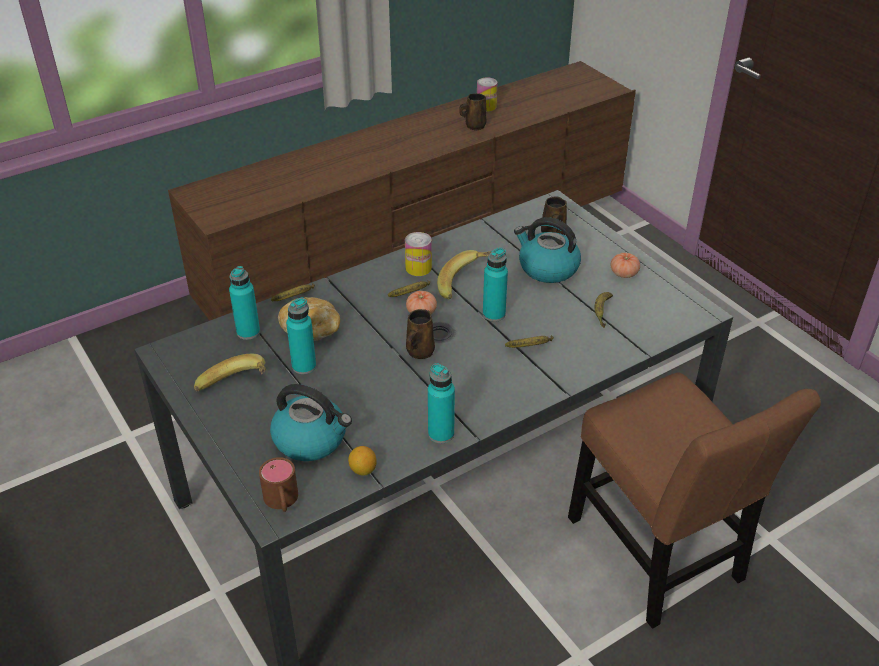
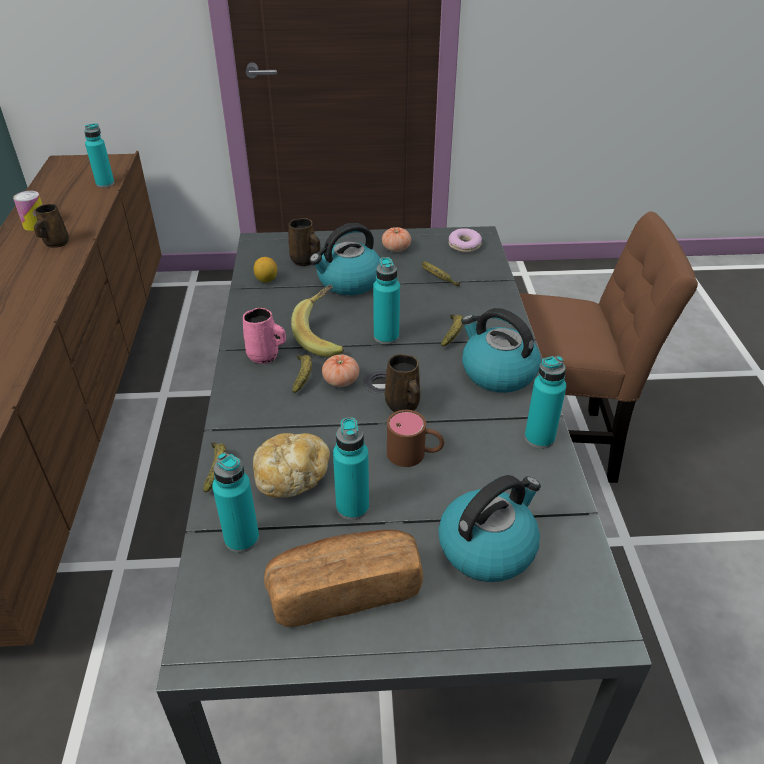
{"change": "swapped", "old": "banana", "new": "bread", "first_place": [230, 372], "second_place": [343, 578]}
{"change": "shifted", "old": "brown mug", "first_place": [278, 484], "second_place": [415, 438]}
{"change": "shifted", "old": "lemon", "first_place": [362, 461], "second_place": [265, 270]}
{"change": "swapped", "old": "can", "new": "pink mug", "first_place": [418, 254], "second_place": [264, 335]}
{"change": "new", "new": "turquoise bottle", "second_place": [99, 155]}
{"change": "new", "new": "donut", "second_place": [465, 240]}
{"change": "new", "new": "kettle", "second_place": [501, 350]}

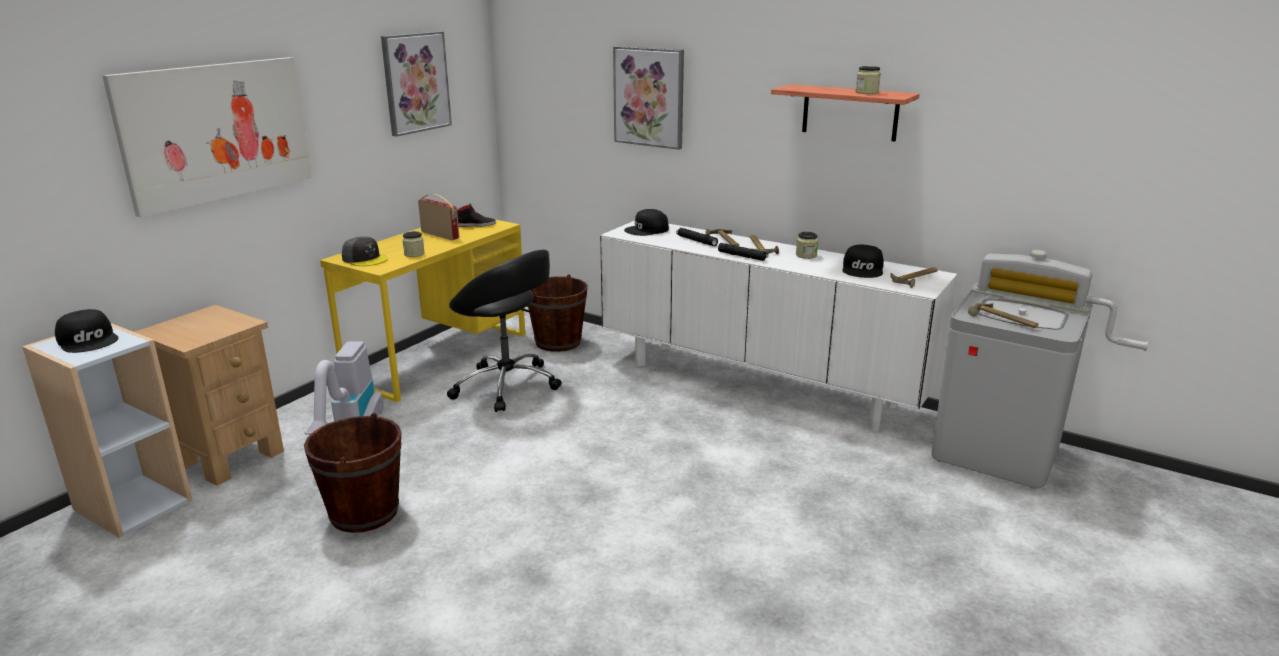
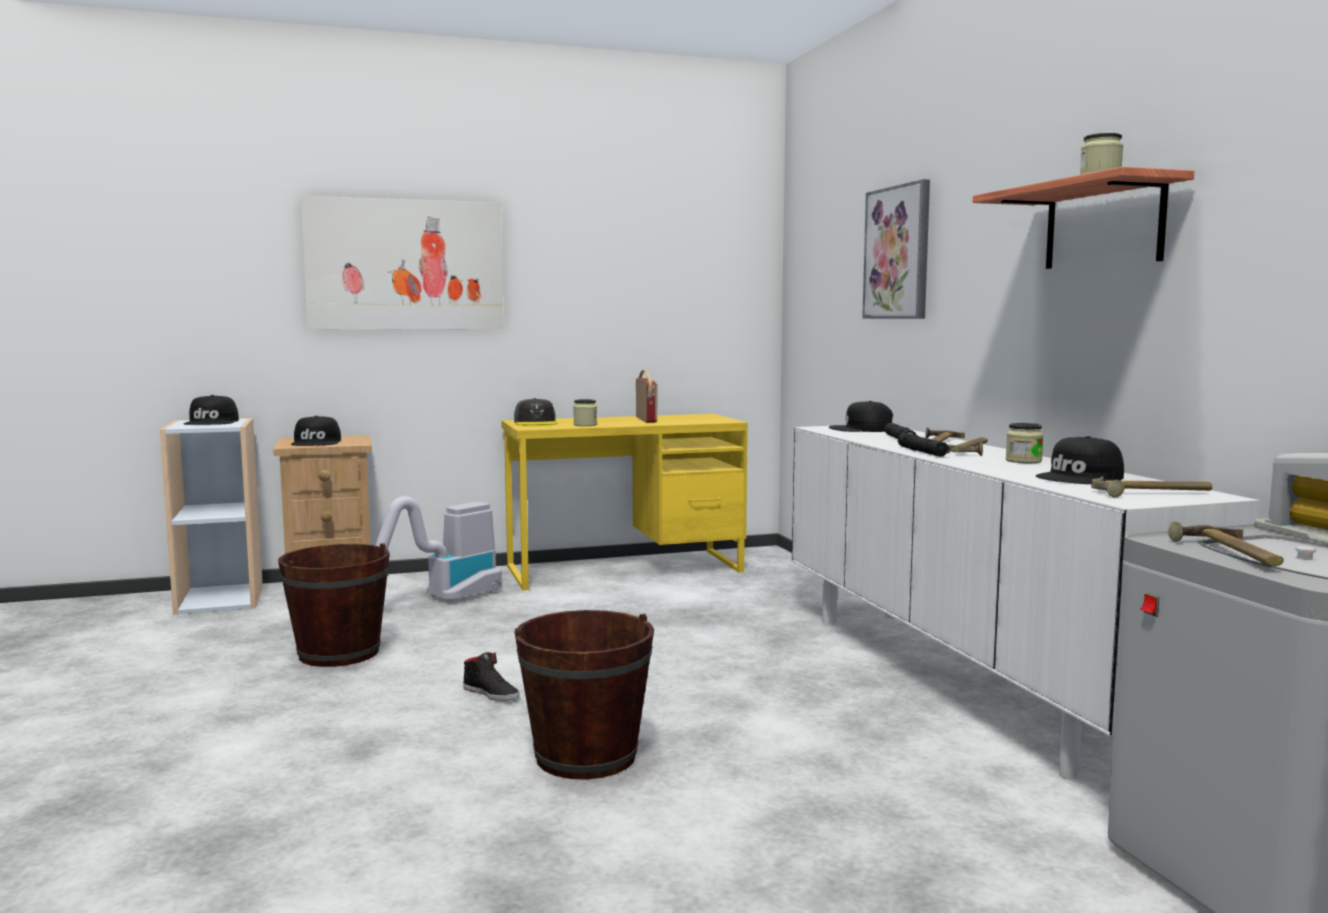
{"change": "gone", "old": "picture", "first_place": [416, 84]}
{"change": "gone", "old": "black office chair", "first_place": [504, 331]}
{"change": "shifted", "old": "black shoe", "first_place": [476, 215], "second_place": [491, 676]}
{"change": "shifted", "old": "brown bucket", "first_place": [558, 313], "second_place": [584, 695]}
{"change": "new", "new": "black cap", "second_place": [316, 431]}

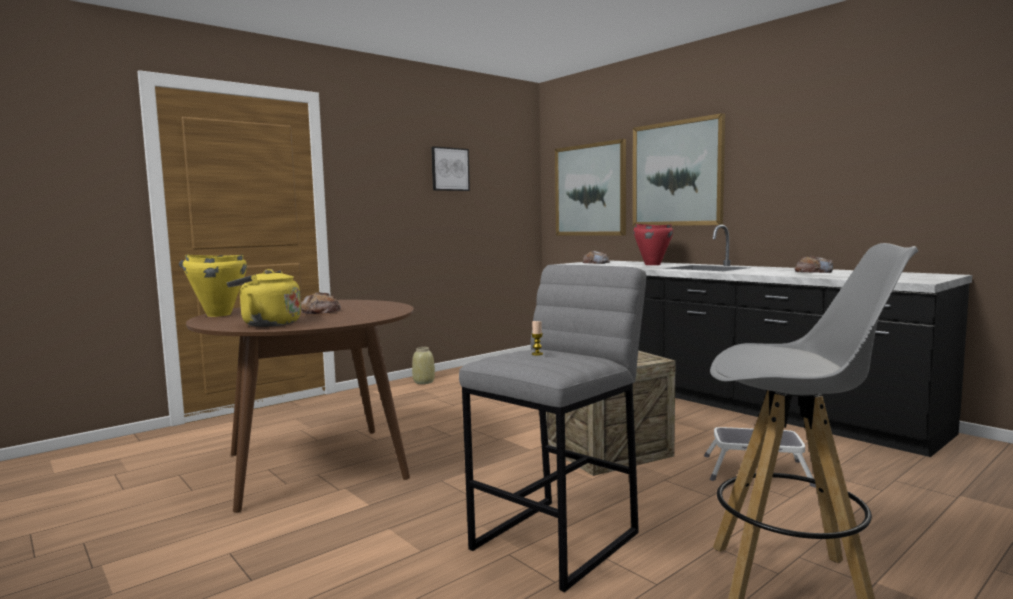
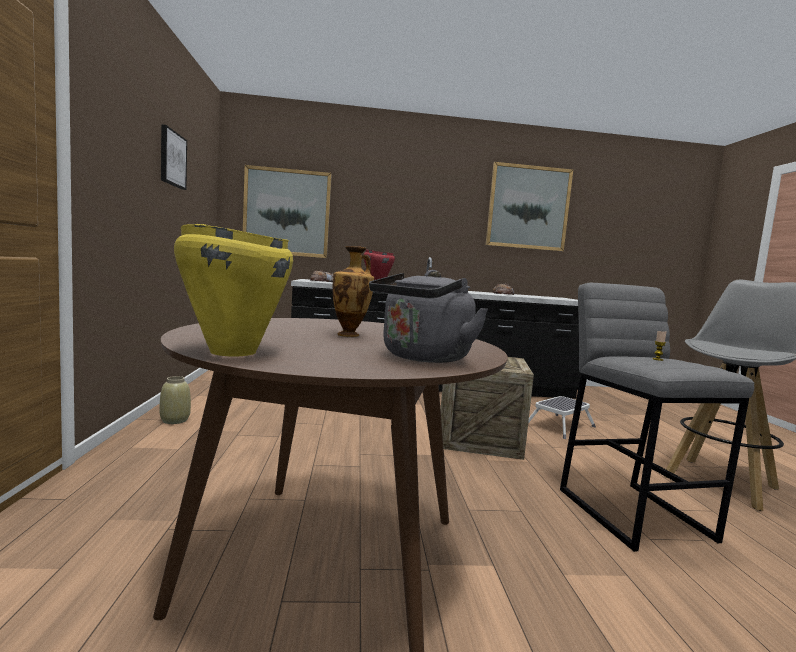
{"change": "repainted", "old": "yellow kettle", "new": "grey kettle", "first_place": [264, 298], "second_place": [428, 316]}
{"change": "swapped", "old": "bread", "new": "vase", "first_place": [321, 303], "second_place": [353, 291]}
{"change": "shifted", "old": "picture", "first_place": [679, 169], "second_place": [529, 206]}

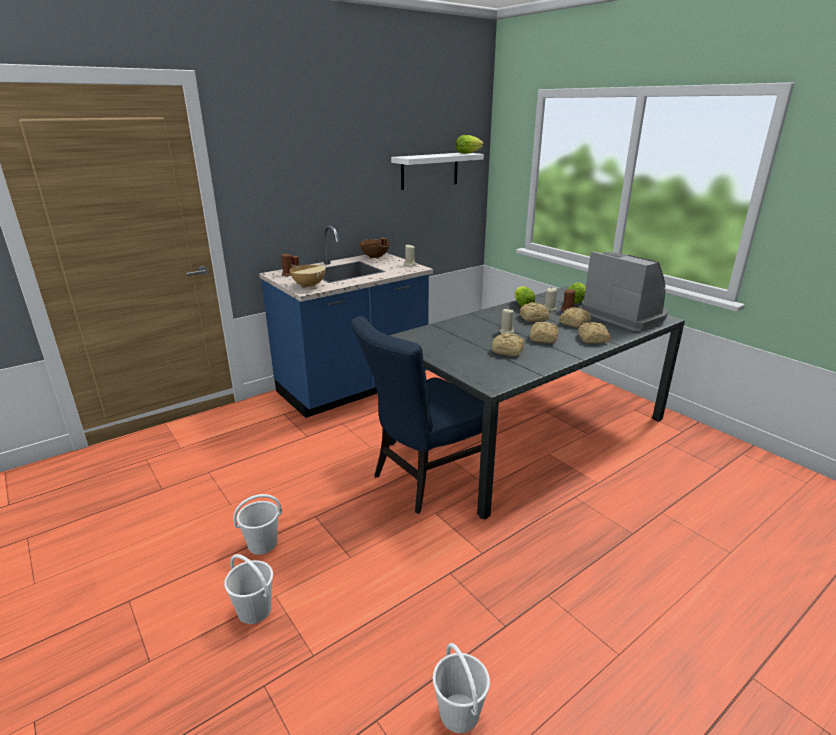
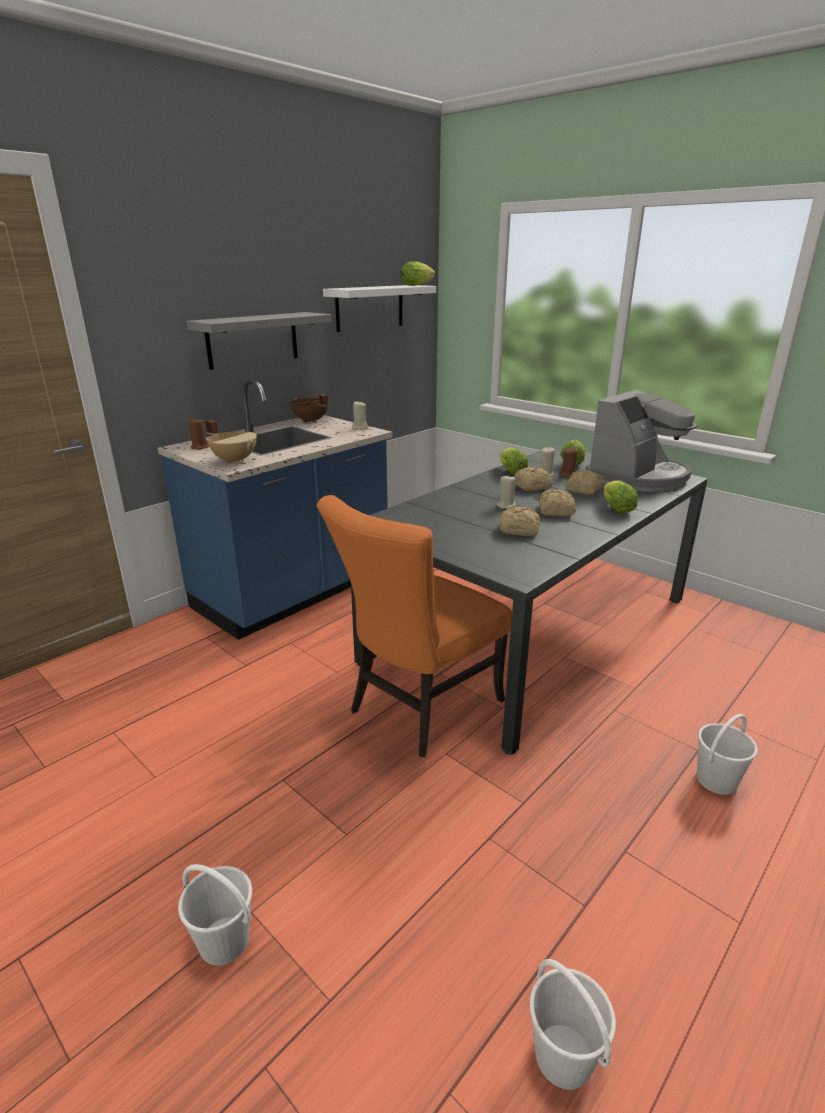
{"change": "shifted", "old": "white bucket", "first_place": [257, 524], "second_place": [727, 754]}
{"change": "repainted", "old": "blue chair", "new": "orange chair", "first_place": [417, 415], "second_place": [414, 626]}
{"change": "swapped", "old": "bread", "new": "lettuce", "first_place": [594, 333], "second_place": [621, 496]}
{"change": "rotated", "old": "coffee machine", "first_place": [625, 291], "second_place": [641, 441], "degrees": 90}
{"change": "new", "new": "grey shelf", "second_place": [259, 341]}

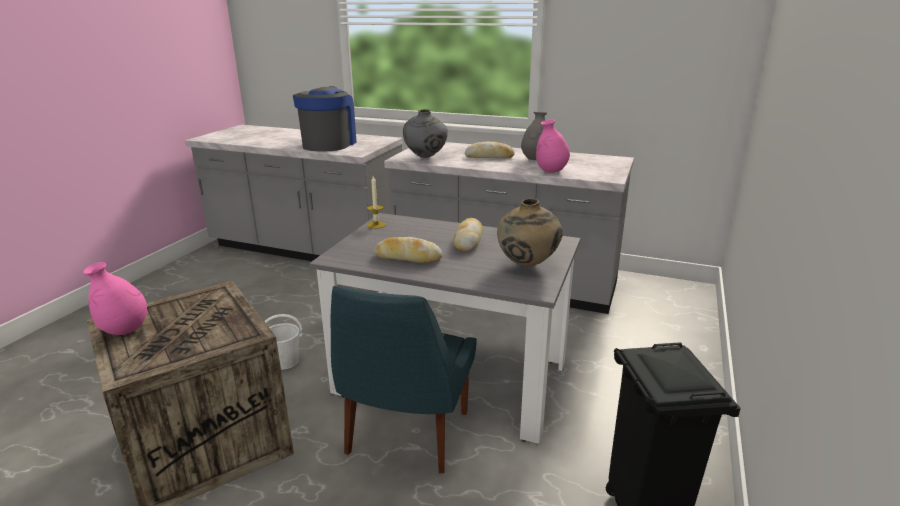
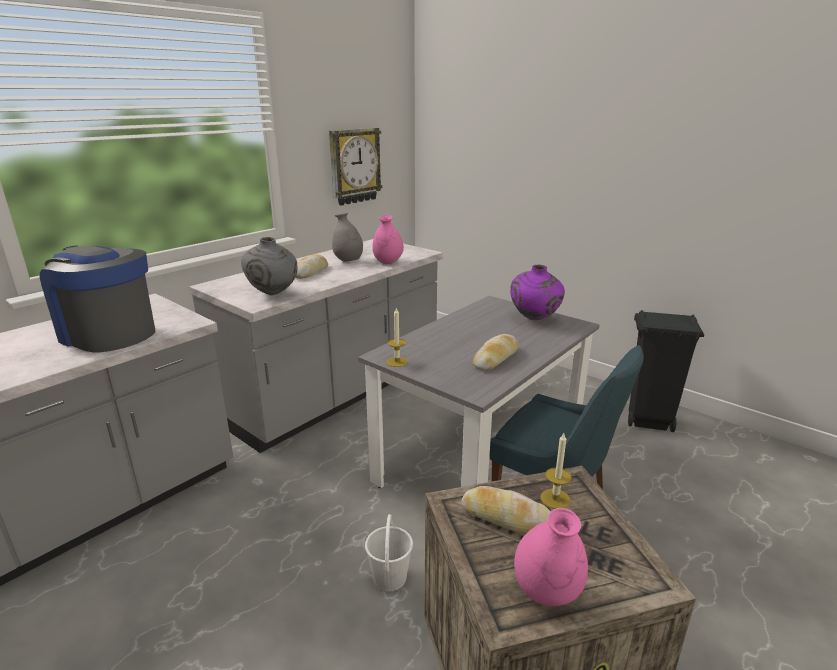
{"change": "shifted", "old": "bread", "first_place": [468, 234], "second_place": [506, 511]}
{"change": "repainted", "old": "beige vase", "new": "purple vase", "first_place": [530, 233], "second_place": [537, 292]}
{"change": "new", "new": "wall clock", "second_place": [356, 167]}
{"change": "new", "new": "candle", "second_place": [555, 471]}

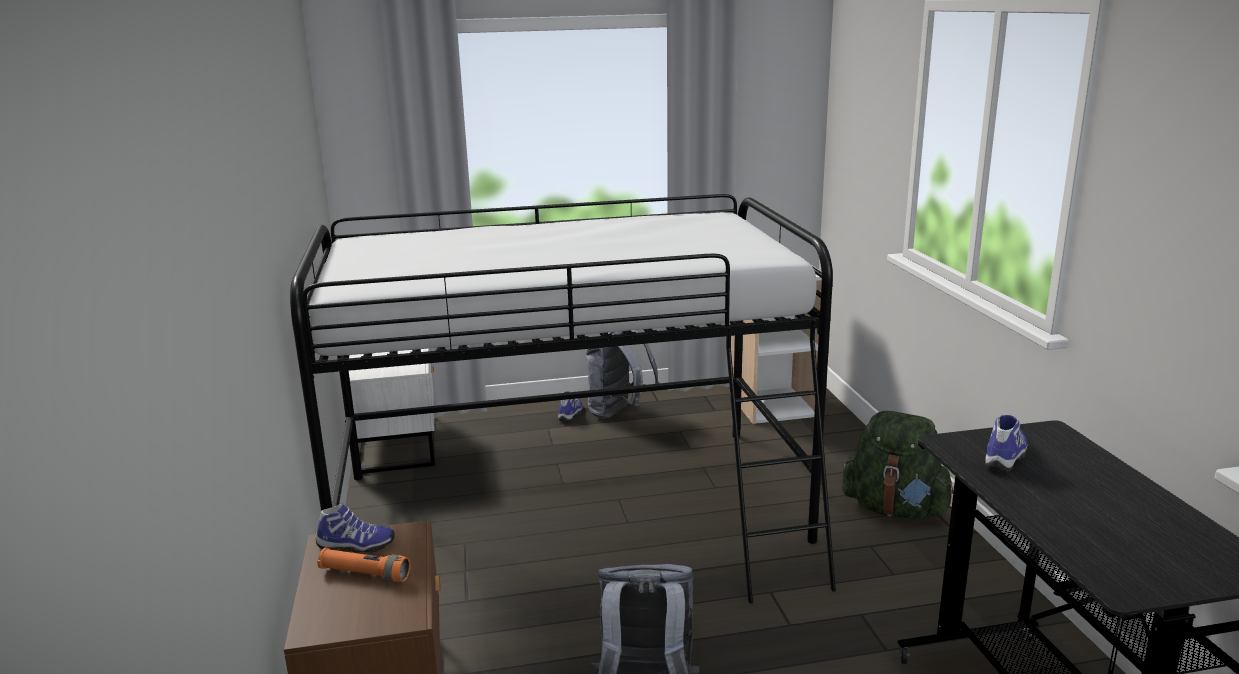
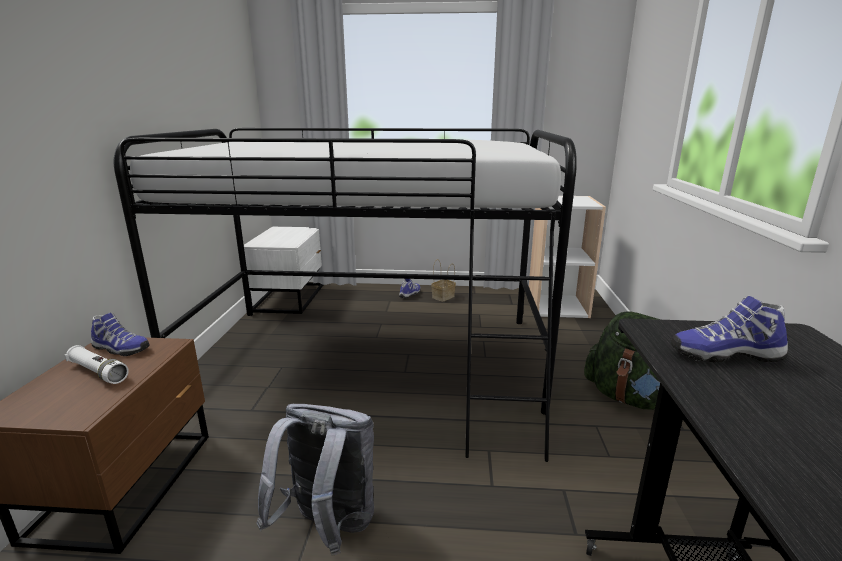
{"change": "repainted", "old": "orange flashlight", "new": "white flashlight", "first_place": [364, 565], "second_place": [97, 364]}
{"change": "swapped", "old": "grey backpack", "new": "basket", "first_place": [622, 374], "second_place": [443, 280]}
{"change": "rotated", "old": "shoe", "first_place": [1006, 443], "second_place": [729, 329], "degrees": -135}

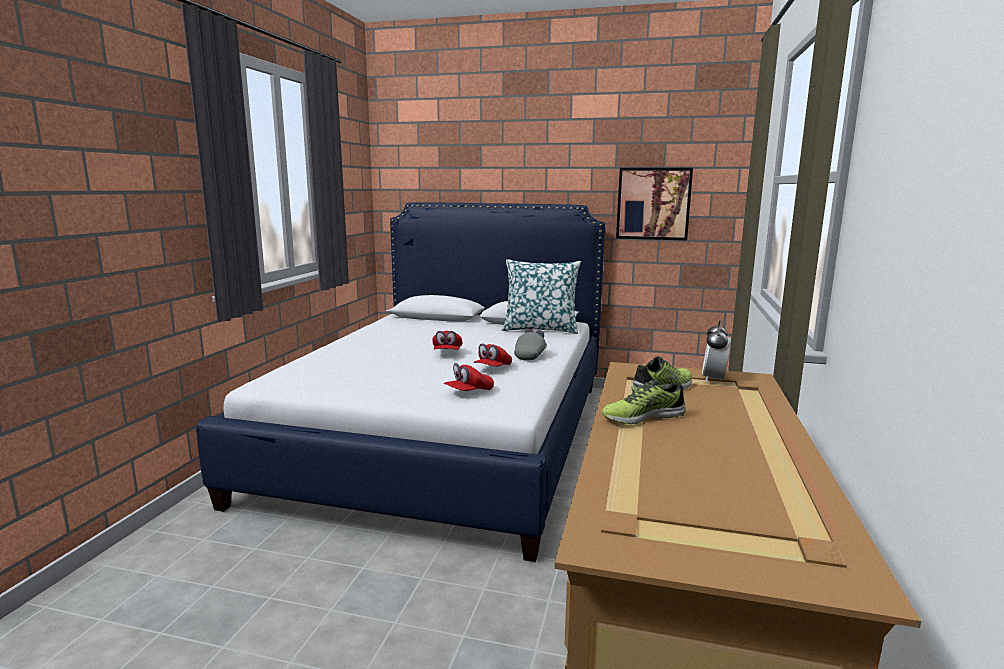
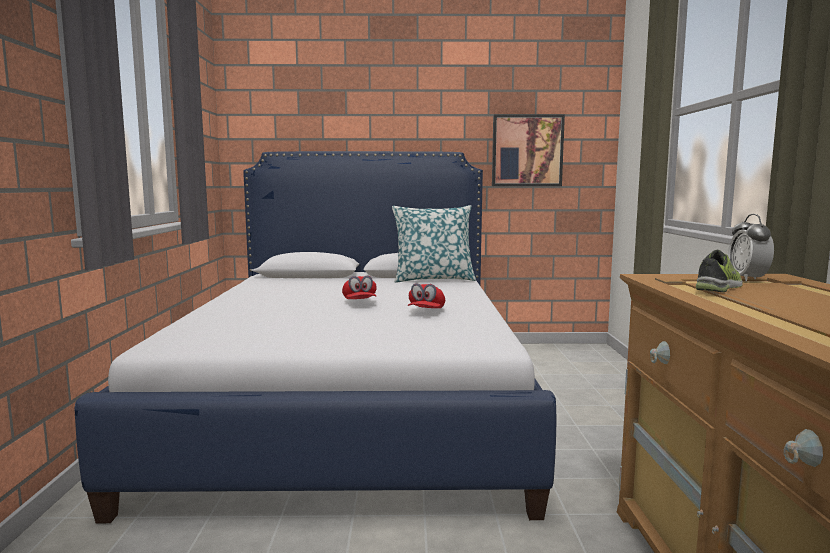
{"change": "gone", "old": "red cap", "first_place": [469, 377]}
{"change": "gone", "old": "grey cap", "first_place": [530, 345]}
{"change": "gone", "old": "shoe", "first_place": [644, 401]}

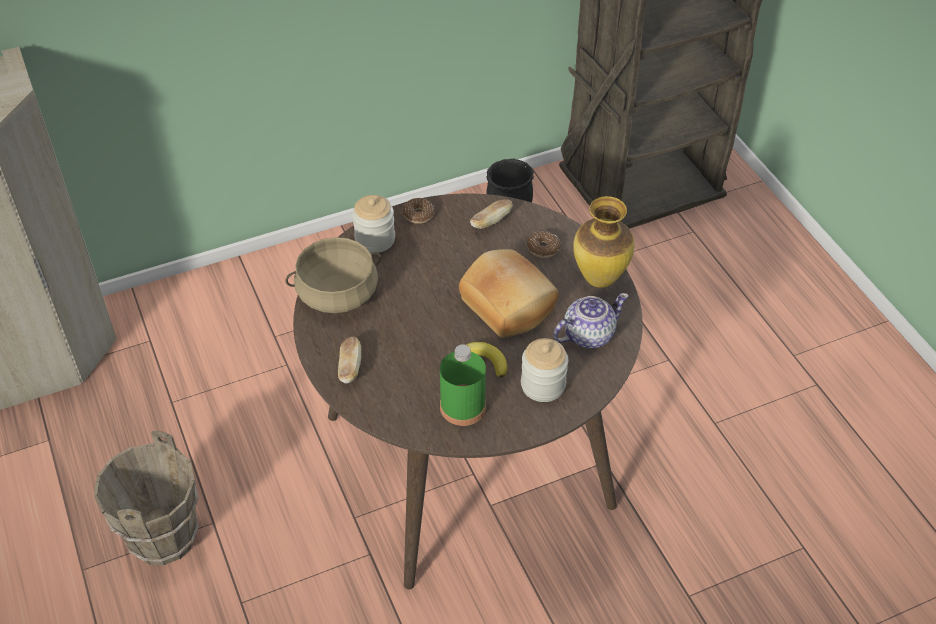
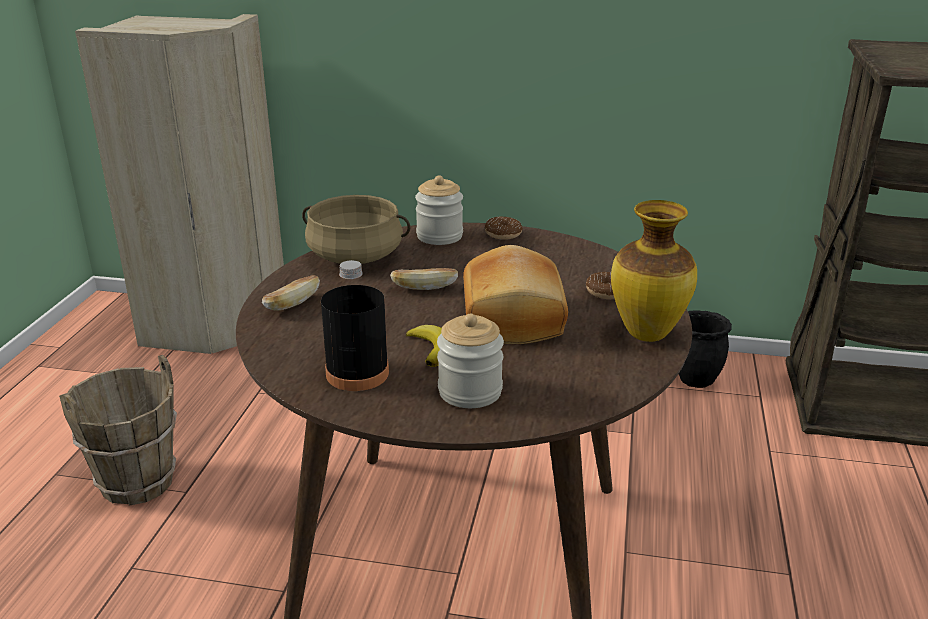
{"change": "repainted", "old": "green bottle", "new": "black bottle", "first_place": [463, 385], "second_place": [355, 325]}
{"change": "shifted", "old": "bread", "first_place": [491, 214], "second_place": [424, 279]}
{"change": "gone", "old": "teapot", "first_place": [591, 320]}

